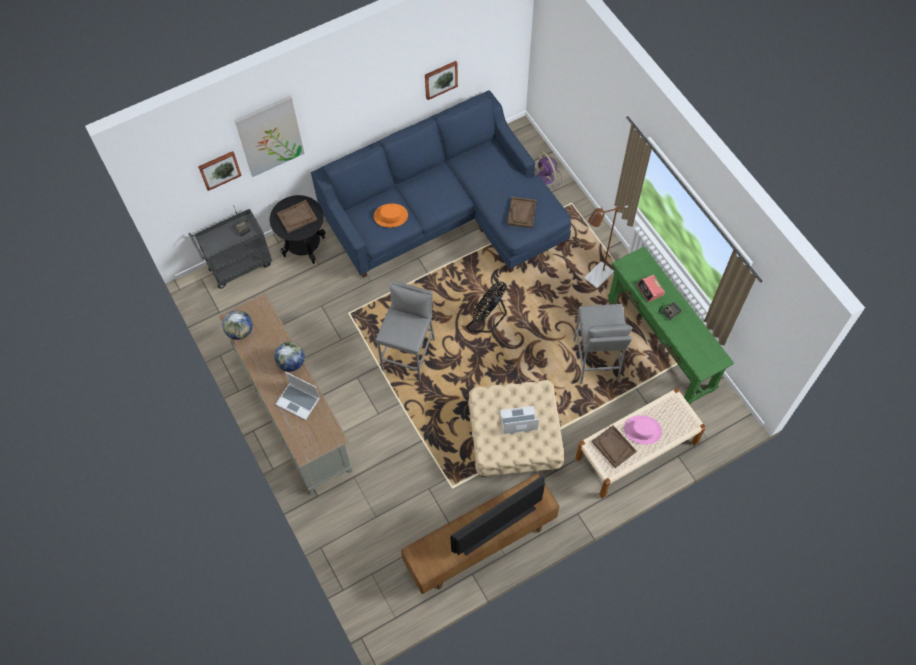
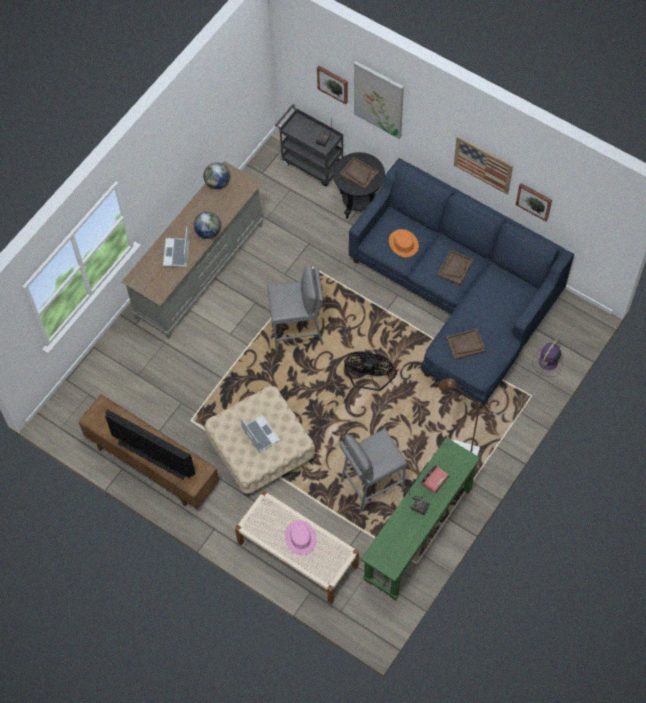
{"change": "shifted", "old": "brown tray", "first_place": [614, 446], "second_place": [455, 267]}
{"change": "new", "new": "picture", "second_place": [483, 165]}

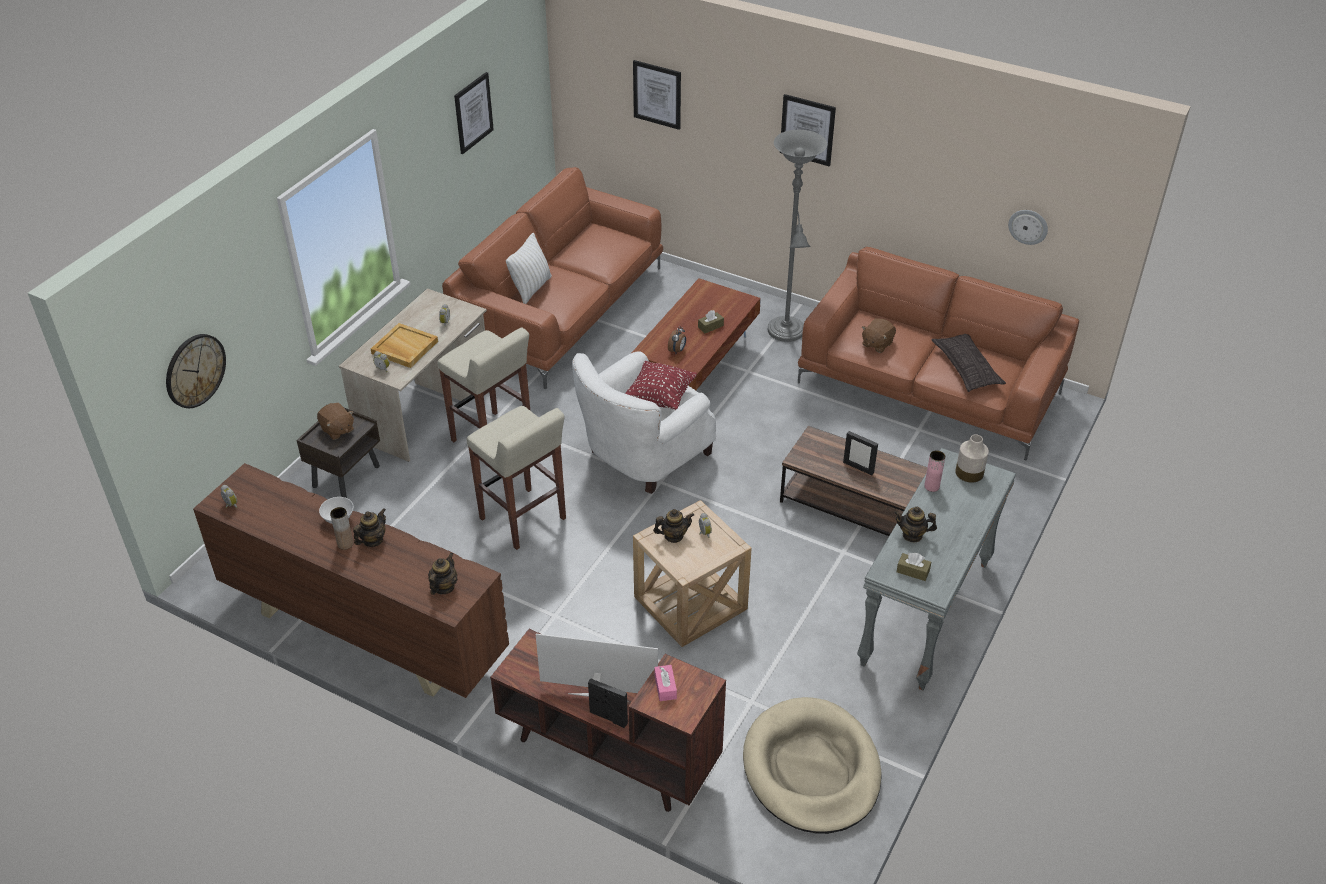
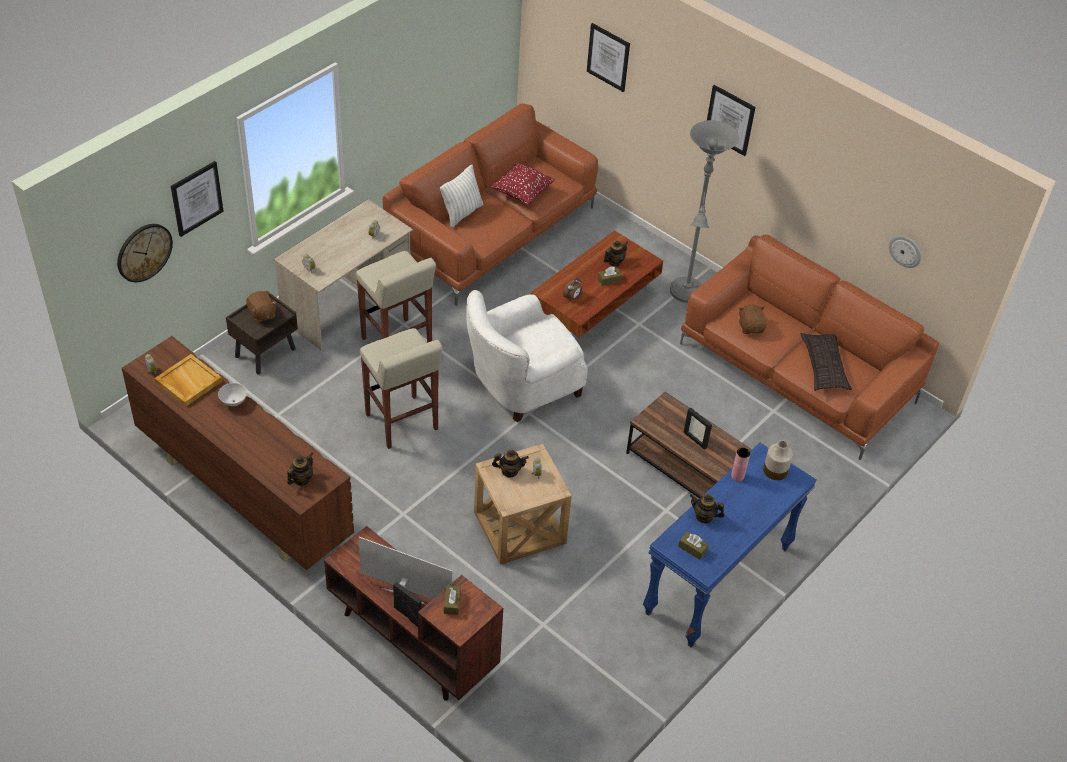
{"change": "gone", "old": "brown vase", "first_place": [341, 528]}
{"change": "shifted", "old": "teapot", "first_place": [369, 527], "second_place": [616, 253]}
{"change": "shifted", "old": "beige tray", "first_place": [404, 345], "second_place": [188, 380]}
{"change": "shifted", "old": "picture", "first_place": [474, 113], "second_place": [197, 199]}
{"change": "shifted", "old": "red pillow", "first_place": [661, 385], "second_place": [523, 183]}
{"change": "repainted", "old": "pink tissue box", "new": "brown tissue box", "first_place": [665, 683], "second_place": [452, 600]}
{"change": "gone", "old": "beige dog bed", "first_place": [812, 765]}
{"change": "repainted", "old": "grey console table", "new": "blue console table", "first_place": [936, 569], "second_place": [730, 545]}
{"change": "rotated", "old": "brown plush toy", "first_place": [879, 335], "second_place": [753, 319], "degrees": 120}

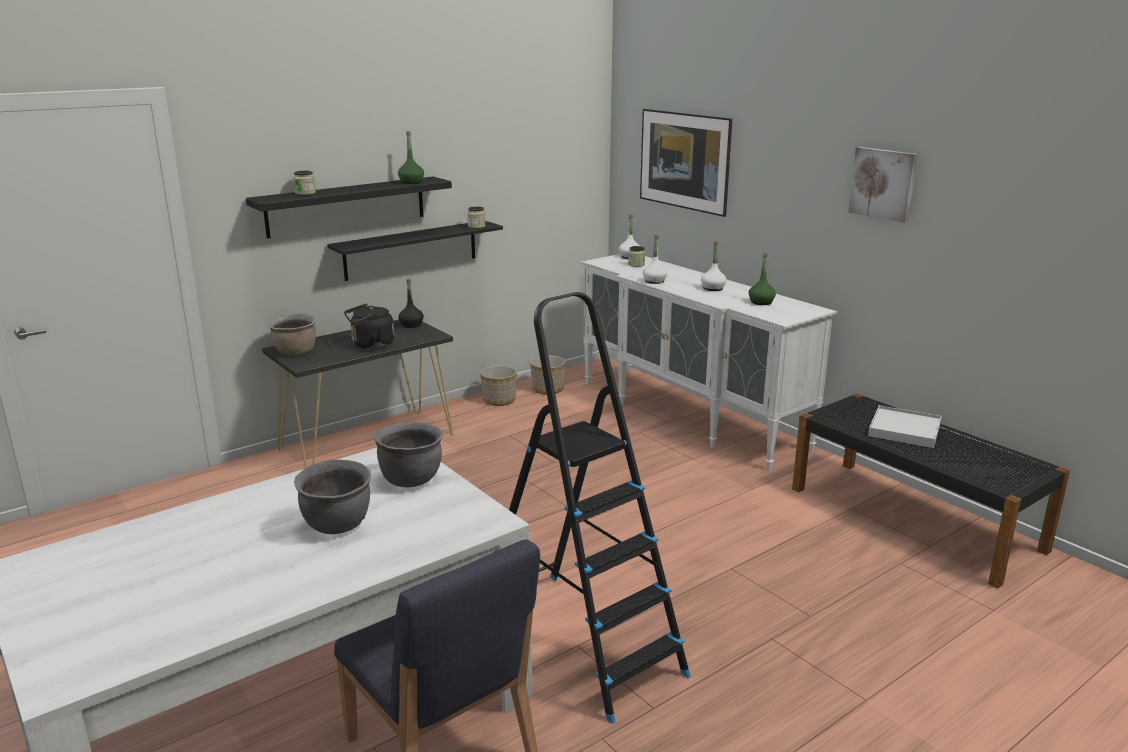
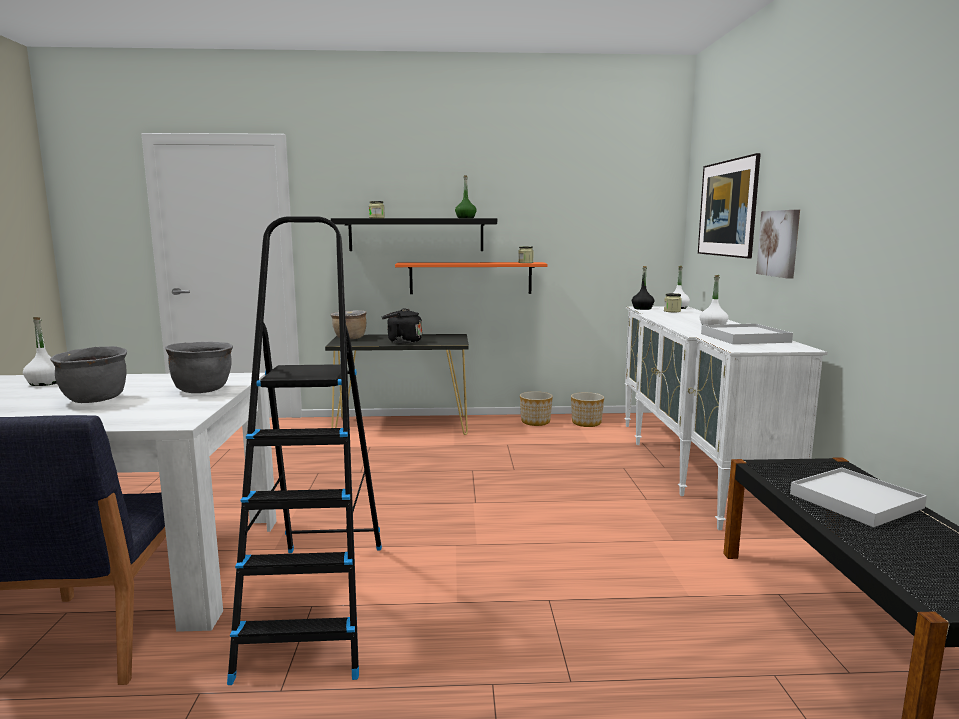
{"change": "repainted", "old": "black shelf", "new": "orange shelf", "first_place": [415, 251], "second_place": [471, 278]}
{"change": "shifted", "old": "black bottle", "first_place": [411, 303], "second_place": [643, 288]}
{"change": "shifted", "old": "white bottle", "first_place": [655, 259], "second_place": [40, 351]}
{"change": "swapped", "old": "green bottle", "new": "white tray", "first_place": [762, 278], "second_place": [747, 334]}
{"change": "shifted", "old": "picture", "first_place": [883, 185], "second_place": [778, 244]}

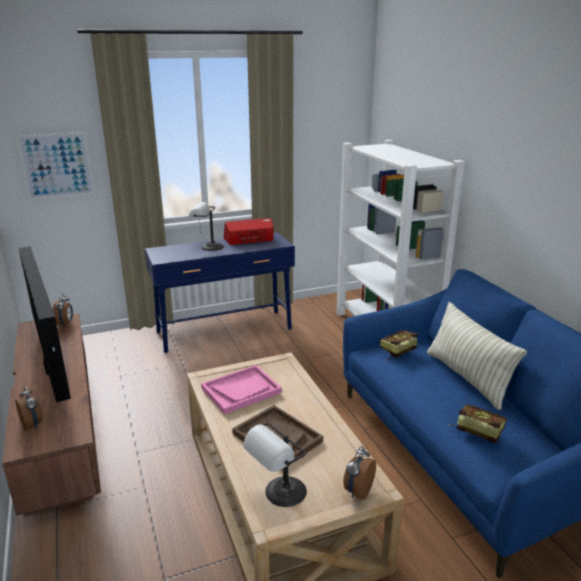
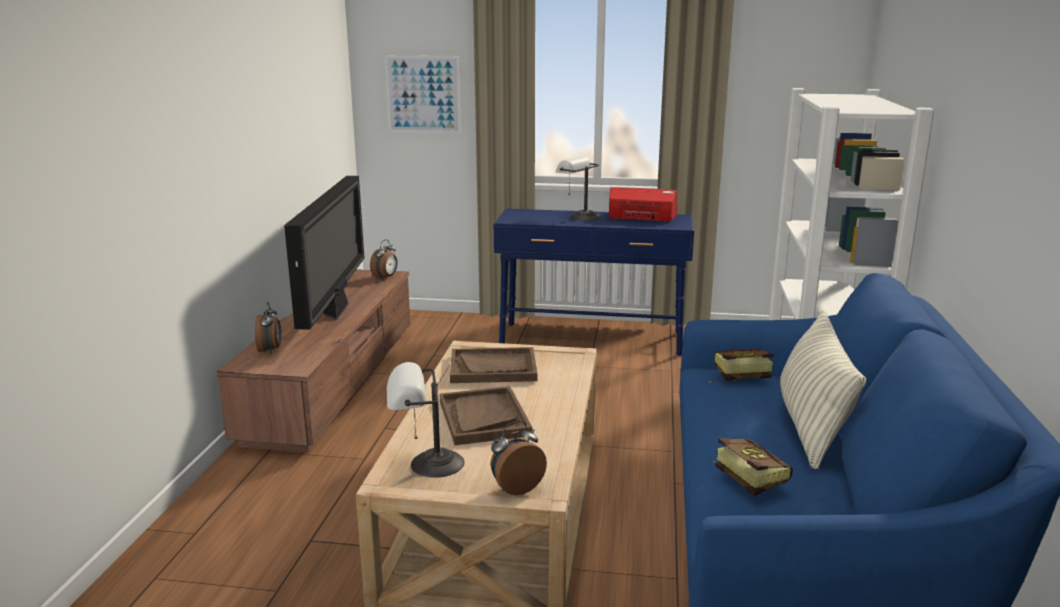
{"change": "repainted", "old": "pink tray", "new": "brown tray", "first_place": [241, 389], "second_place": [493, 365]}

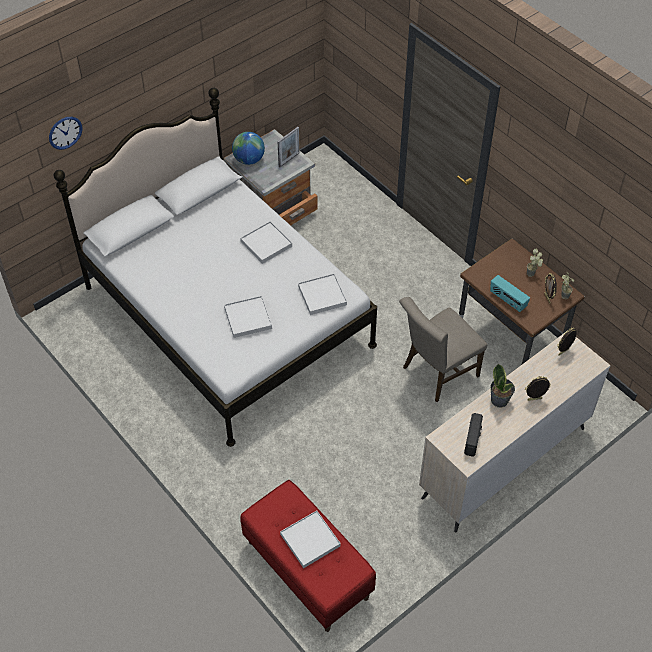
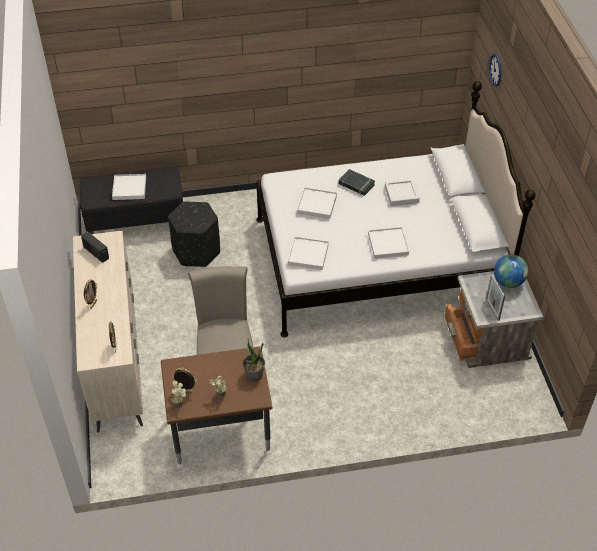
{"change": "repainted", "old": "red bench", "new": "black bench", "first_place": [308, 556], "second_place": [131, 200]}
{"change": "gone", "old": "radio", "first_place": [510, 293]}
{"change": "shifted", "old": "potted plant", "first_place": [502, 386], "second_place": [254, 360]}
{"change": "new", "new": "black ottoman", "second_place": [194, 234]}
{"change": "new", "new": "black book", "second_place": [357, 182]}
{"change": "new", "new": "grey tray", "second_place": [402, 192]}

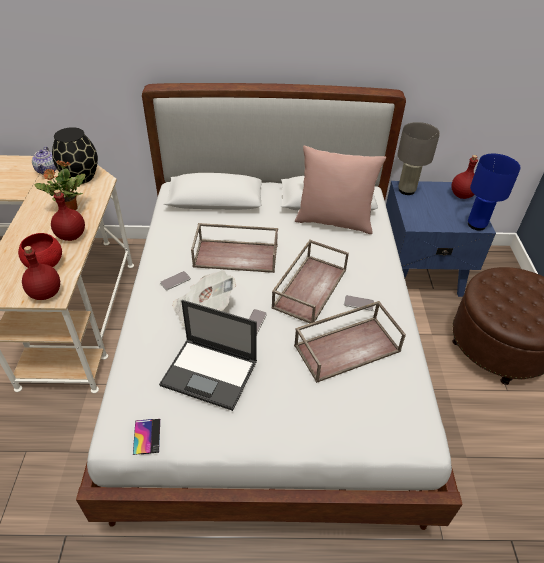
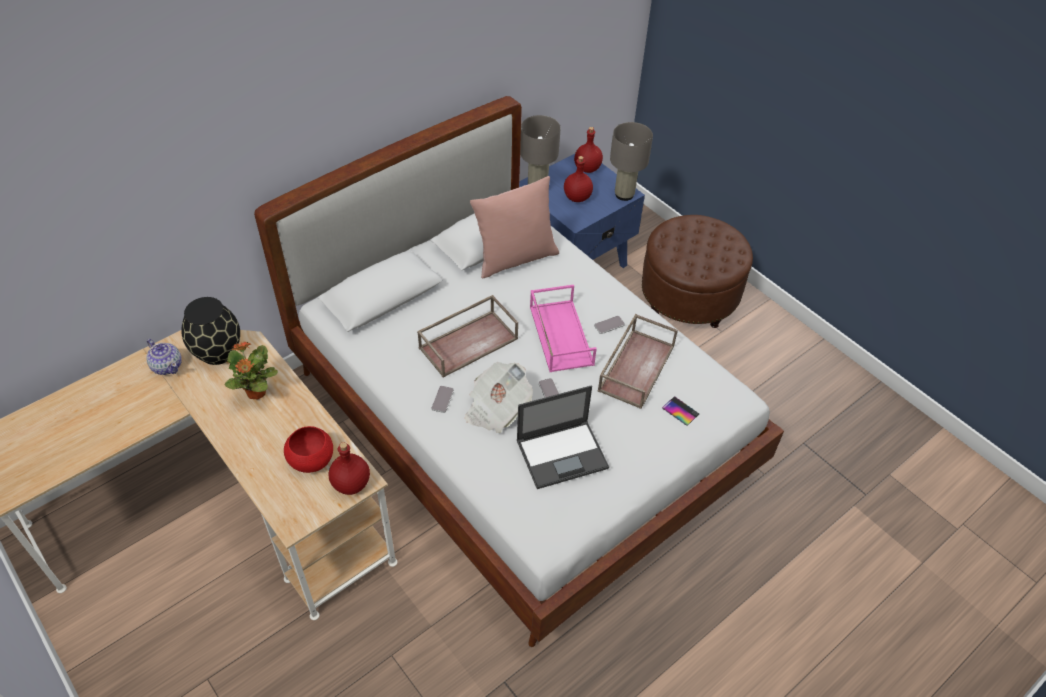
{"change": "shifted", "old": "red bottle", "first_place": [68, 215], "second_place": [578, 179]}
{"change": "shifted", "old": "phone", "first_place": [146, 437], "second_place": [680, 411]}
{"change": "repainted", "old": "brown tray", "new": "pink tray", "first_place": [310, 281], "second_place": [563, 328]}
{"change": "repainted", "old": "blue table lamp", "new": "grey table lamp", "first_place": [494, 192], "second_place": [631, 161]}

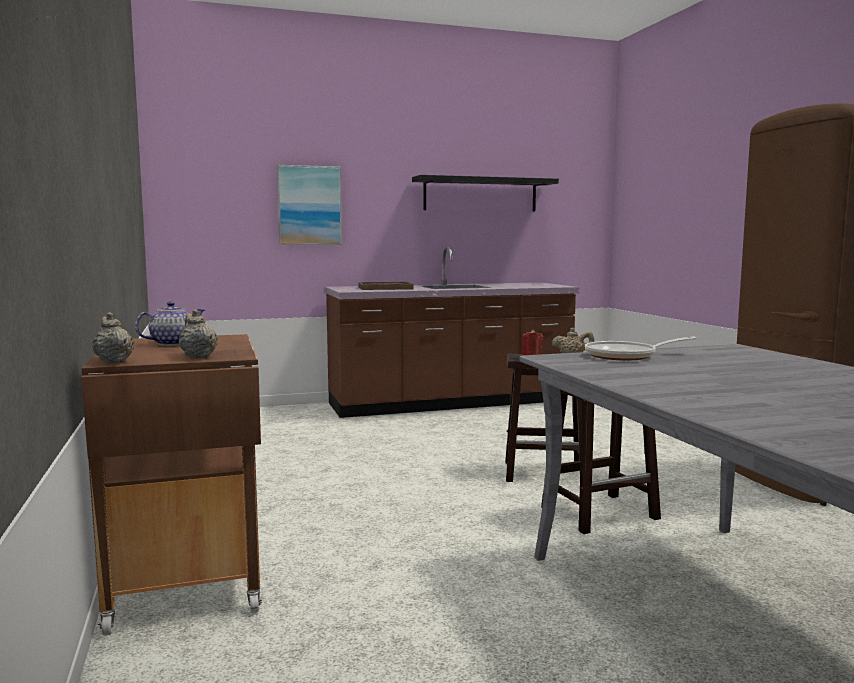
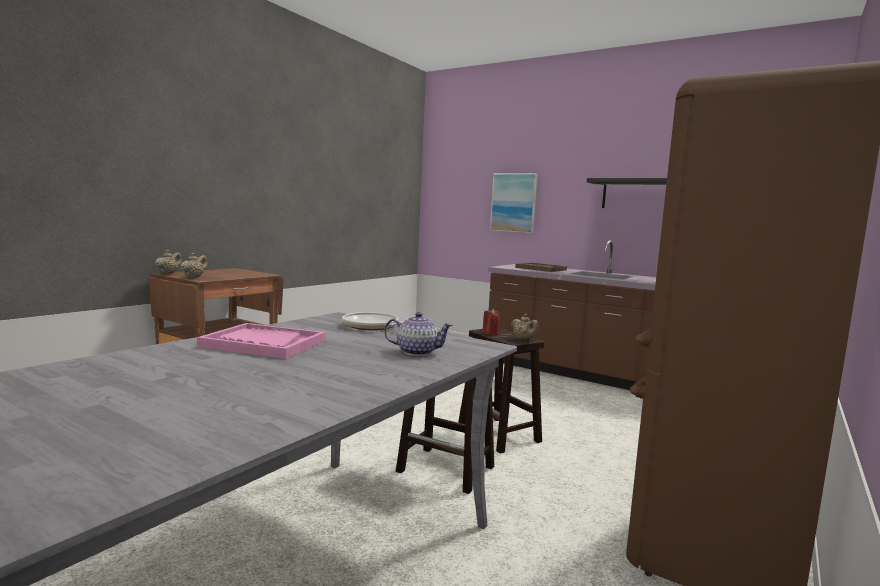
{"change": "shifted", "old": "teapot", "first_place": [170, 323], "second_place": [418, 334]}
{"change": "new", "new": "pink tray", "second_place": [261, 341]}

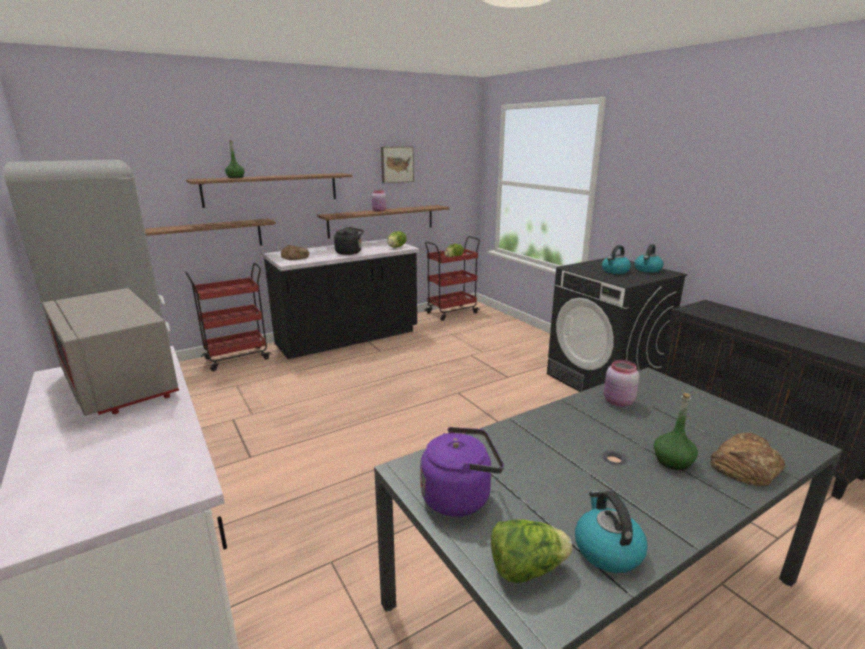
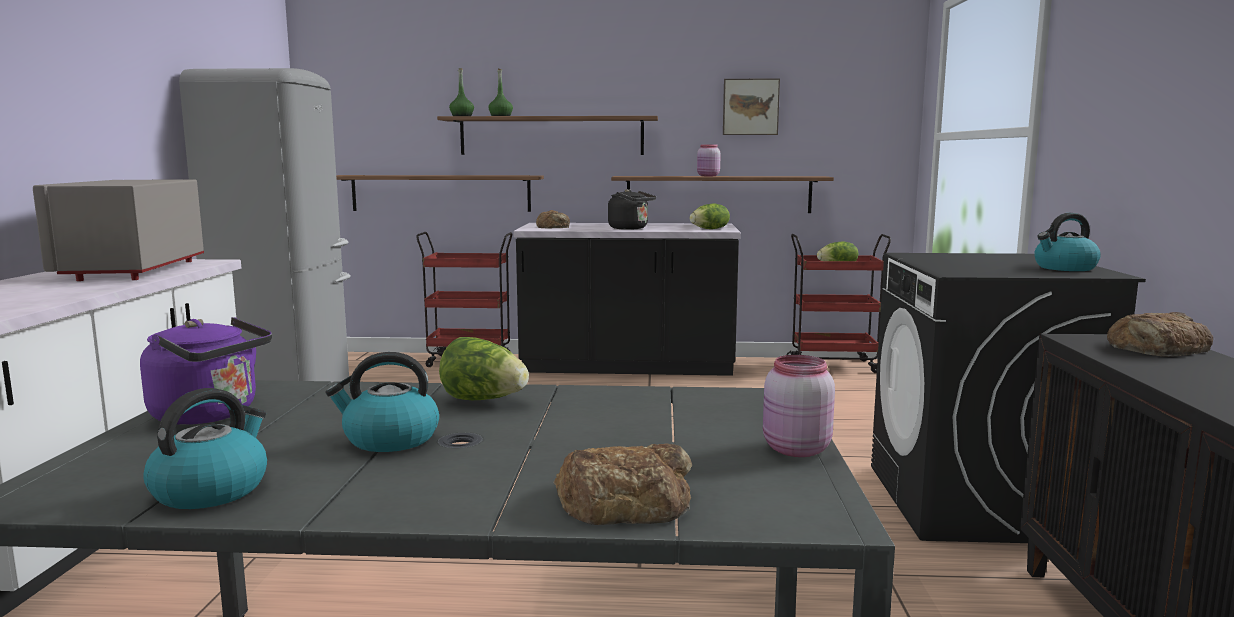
{"change": "shifted", "old": "lettuce", "first_place": [532, 551], "second_place": [484, 368]}
{"change": "shifted", "old": "kettle", "first_place": [616, 259], "second_place": [382, 402]}
{"change": "shifted", "old": "pink jar", "first_place": [622, 383], "second_place": [799, 406]}
{"change": "shifted", "old": "green bottle", "first_place": [676, 431], "second_place": [461, 92]}
{"change": "new", "new": "bread", "second_place": [1160, 334]}

